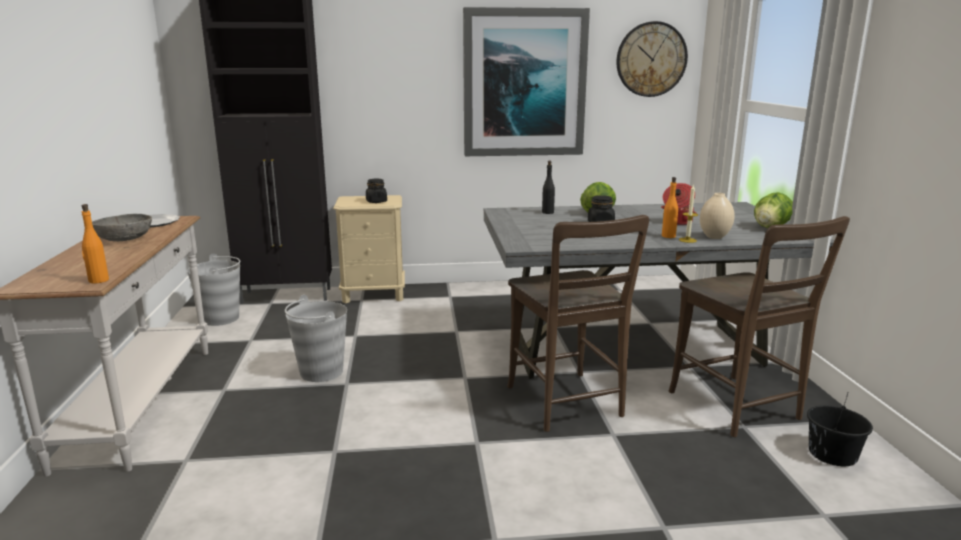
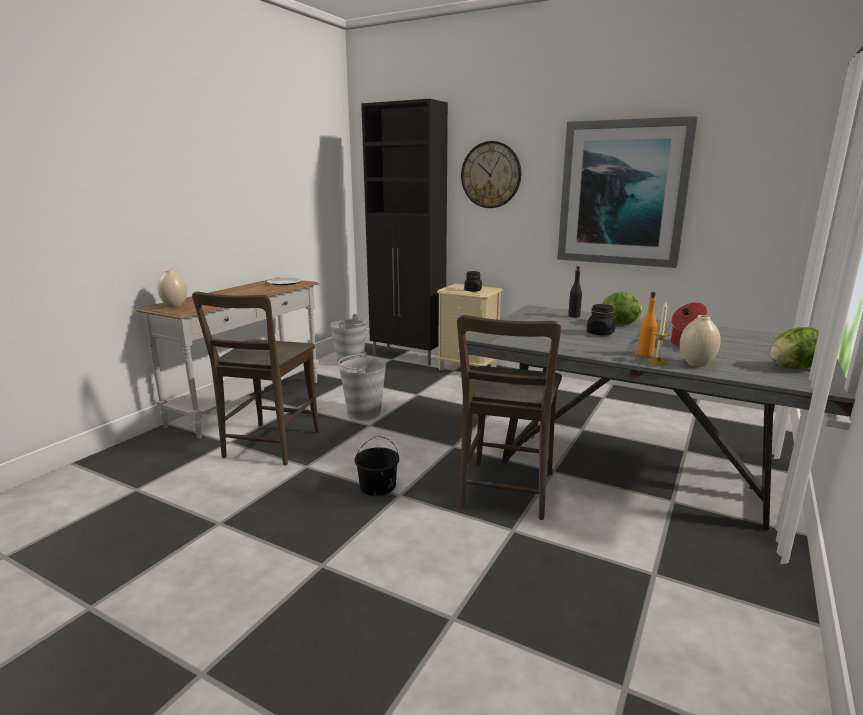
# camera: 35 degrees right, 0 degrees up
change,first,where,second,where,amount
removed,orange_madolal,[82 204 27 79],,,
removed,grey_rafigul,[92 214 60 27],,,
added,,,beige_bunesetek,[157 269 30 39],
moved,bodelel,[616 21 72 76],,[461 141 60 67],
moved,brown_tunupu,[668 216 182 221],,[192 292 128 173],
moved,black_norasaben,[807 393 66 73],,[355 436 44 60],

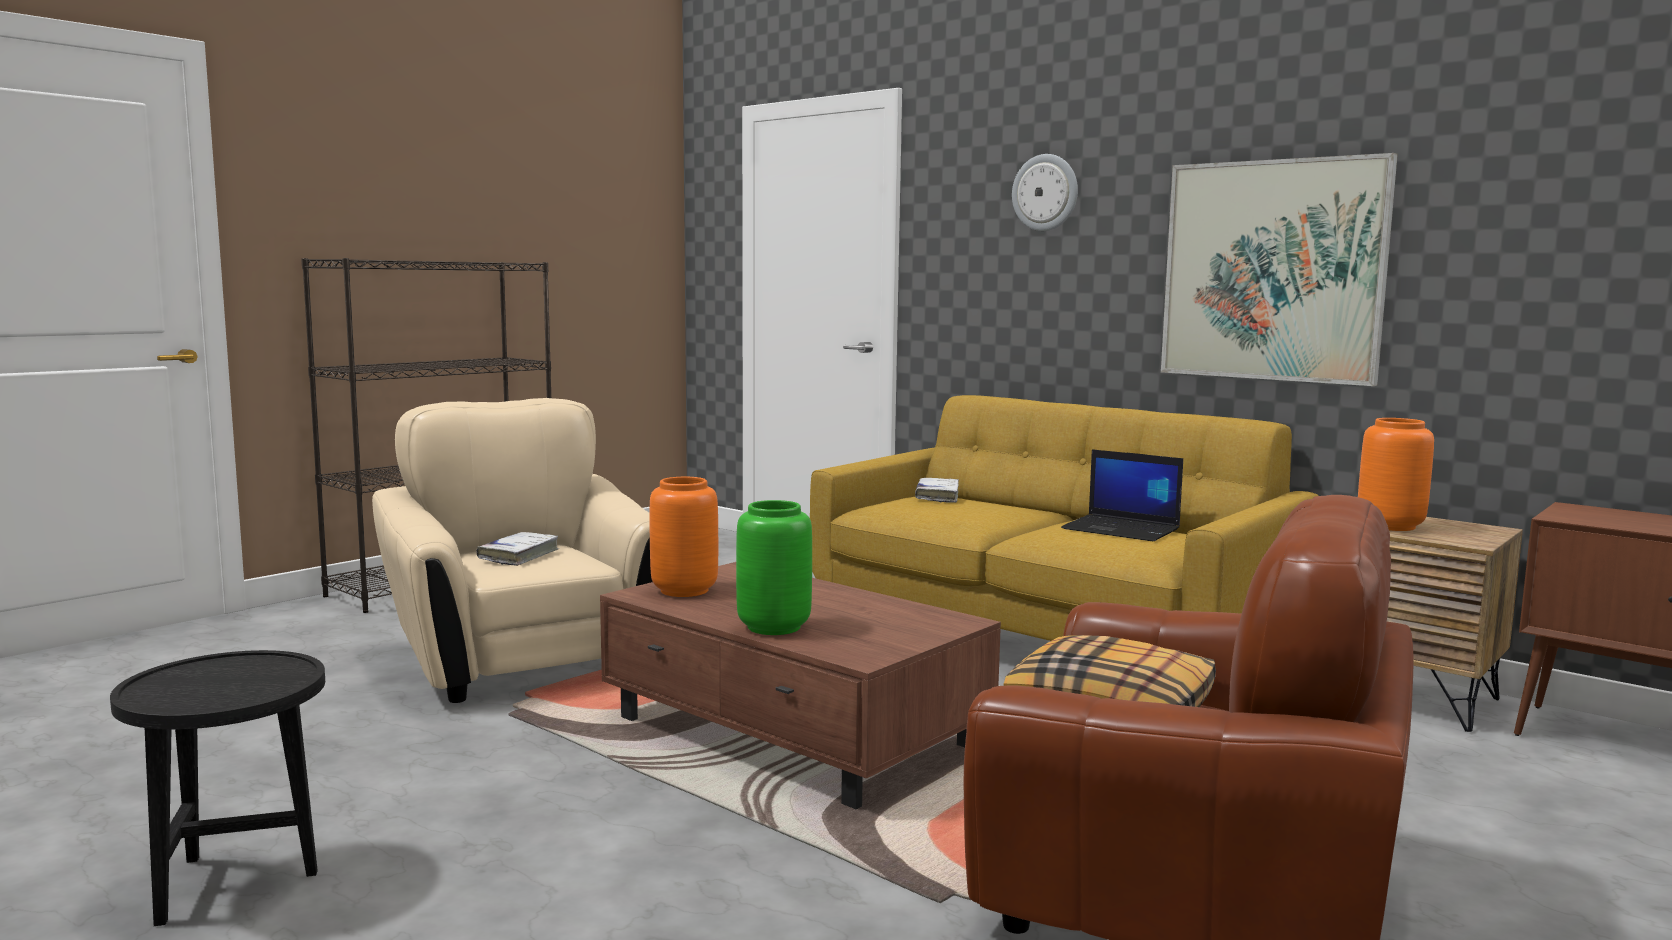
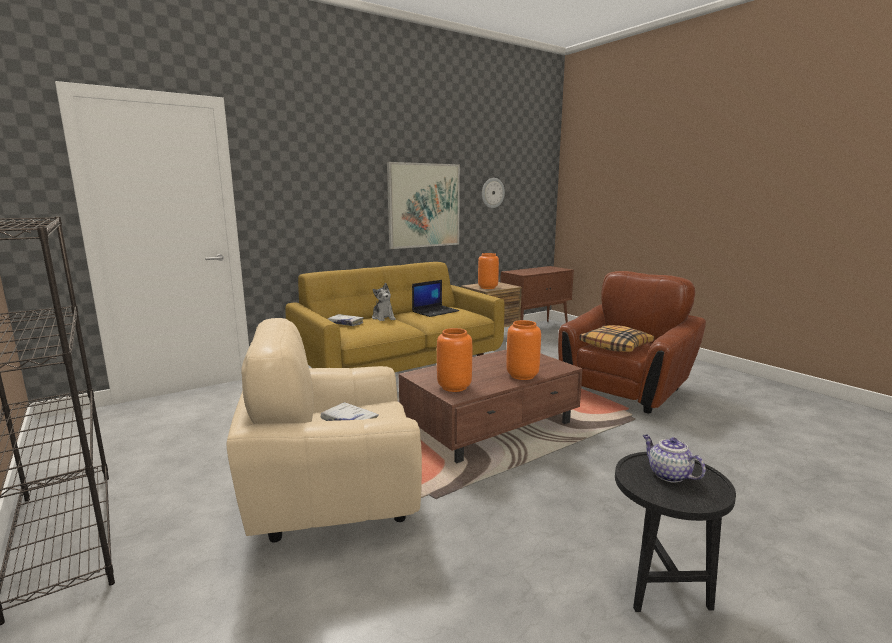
# camera: 75 degrees left, 5 degrees up
change,first,where,second,where,amount
added,,,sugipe,[372 283 24 38],
added,,,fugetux,[643 435 63 47],
moved,bodelel,[1012 154 66 77],,[482 178 23 30],
recoloured,green_bunesetek,[736 500 76 135],orange_bunesetek,[506 320 35 60],

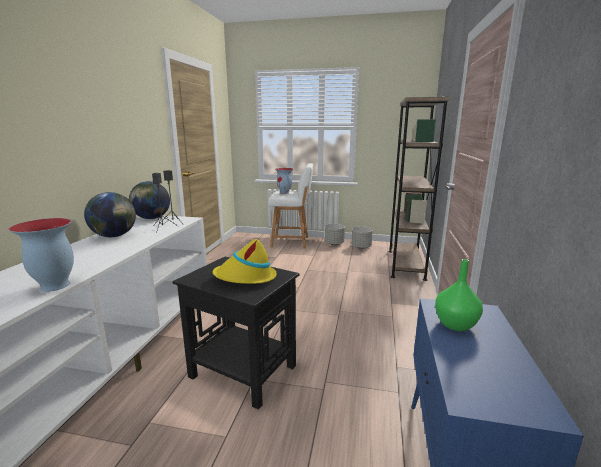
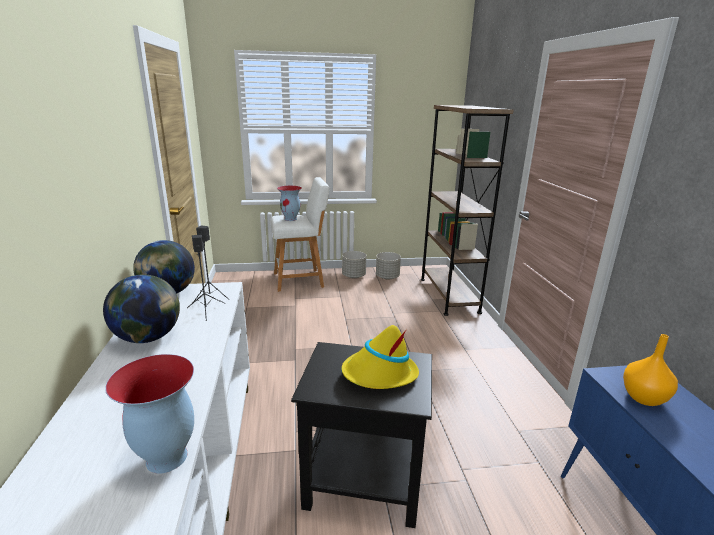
# camera: 20 degrees left, 5 degrees up
change,first,where,second,where,amount
recoloured,green_bunesetek,[435 259 48 72],orange_bunesetek,[623 334 55 72],

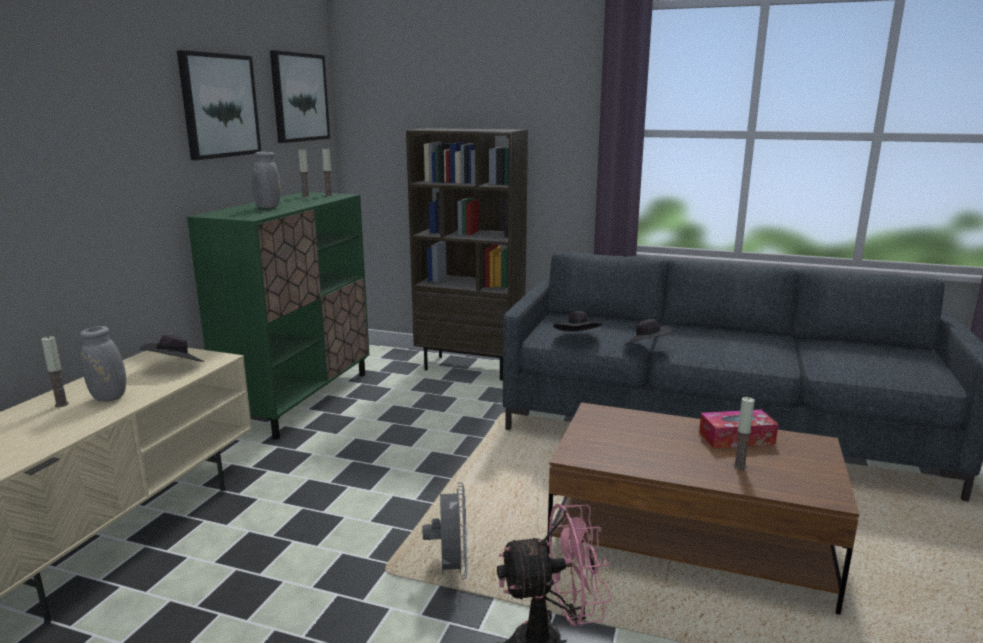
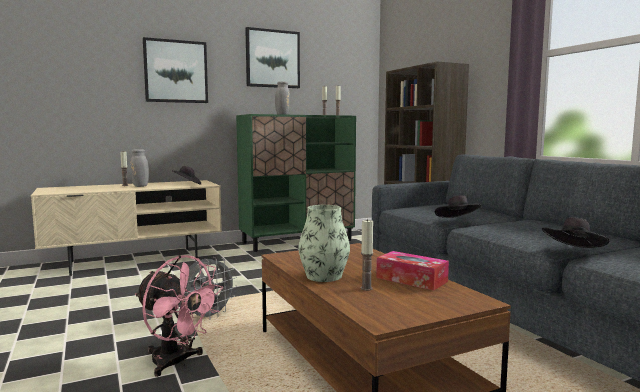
# camera: 45 degrees right, 10 degrees down
change,first,where,second,where,amount
added,,,bunesetek,[298 205 52 77],
moved,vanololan,[270 50 60 93],,[143 37 65 66],
moved,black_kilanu,[553 311 49 21],,[542 217 68 31],

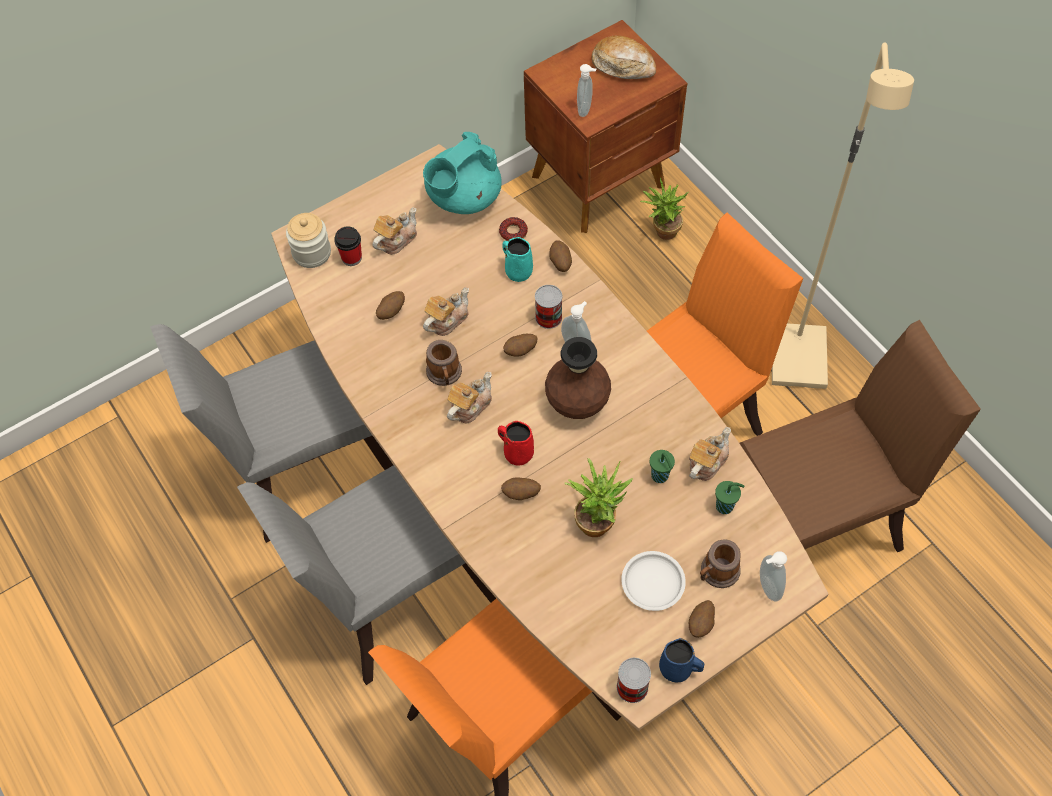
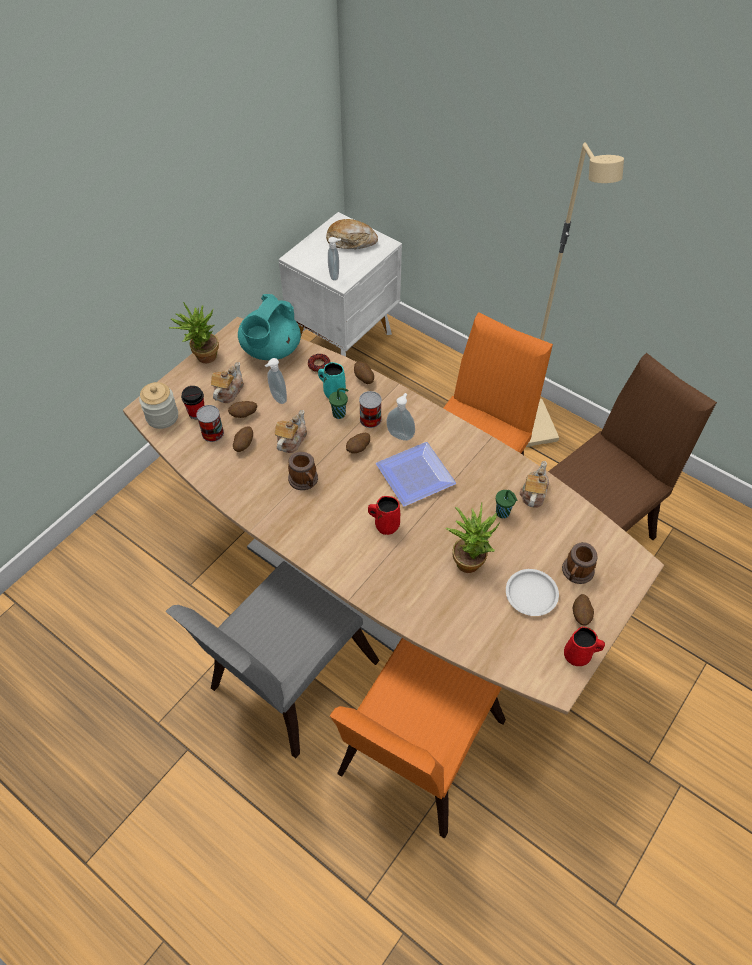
# camera: 20 degrees left, 5 degrees down
change,first,where,second,where,amount
removed,grey_tunupu,[150 324 243 219],,,
removed,fugetux,[447 372 45 51],,,
moved,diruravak,[501 477 40 23],,[228 401 29 17],
moved,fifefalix,[617 658 34 45],,[196 405 28 37],
moved,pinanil,[640 178 49 62],,[169 302 50 61],
moved,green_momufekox,[715 481 30 33],,[329 388 20 31],
moved,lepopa,[760 551 27 51],,[265 358 22 46],
replaced,brown_bunesetek,[545 337 66 82],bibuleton,[376 442 80 65],
recoloured,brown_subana,[524 20 163 213],white_subana,[279 212 123 145],
recoloured,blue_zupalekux,[659 638 45 44],red_zupalekux,[564 627 41 39],

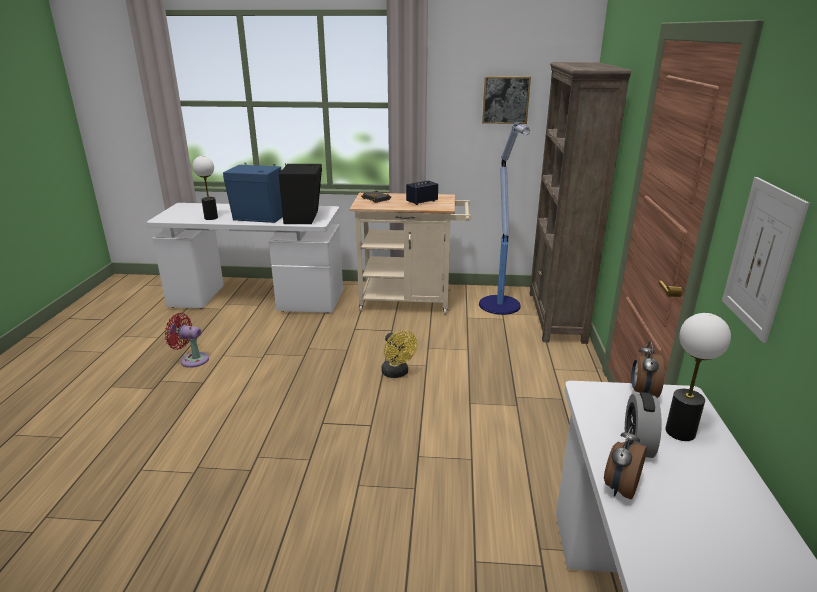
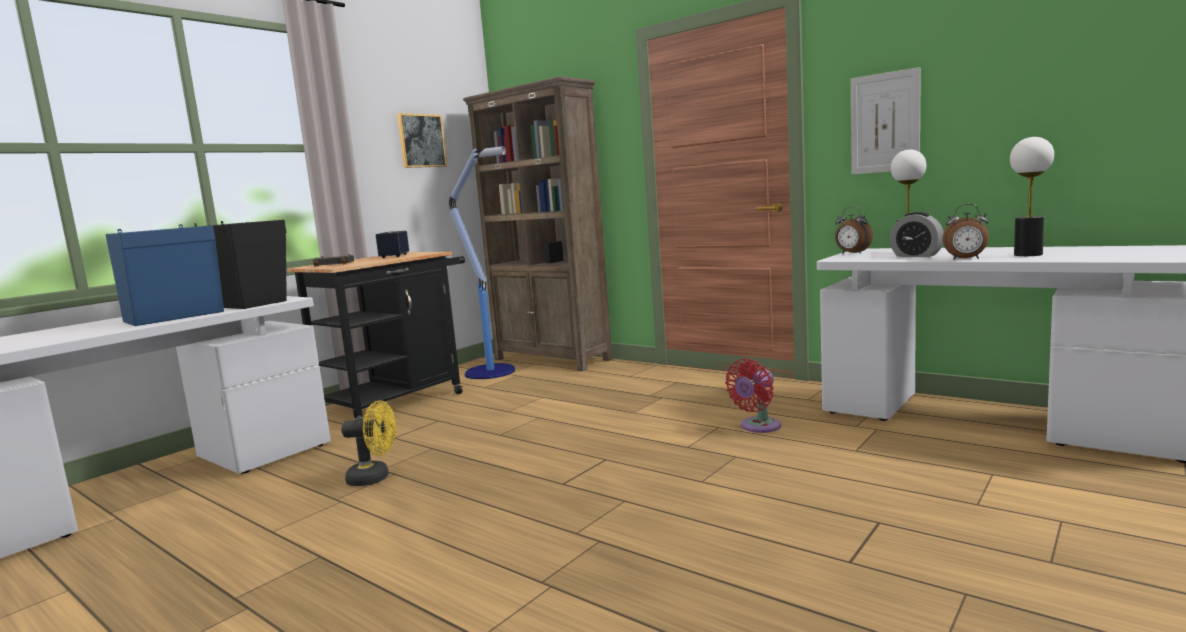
# camera: 55 degrees left, 15 degrees down
change,first,where,second,where,amount
moved,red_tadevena,[165 313 44 55],,[725 359 56 74],
moved,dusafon,[192 156 26 64],,[1010 137 44 119],
moved,yellow_tadevena,[381 331 36 47],,[341 400 55 86],
recoloured,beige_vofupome,[349 193 122 122],black_vofupome,[287 252 178 169],
turned,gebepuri,[604 426 43 74],,[943 204 46 56],45 degrees counterclockwise

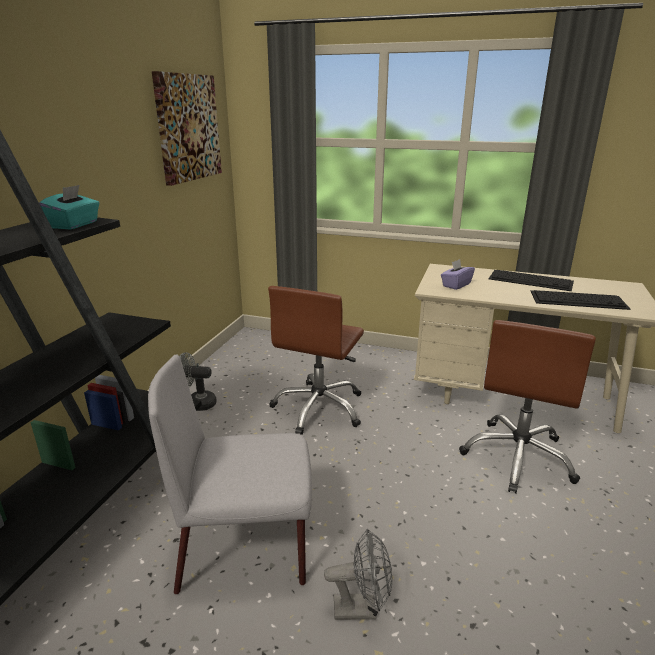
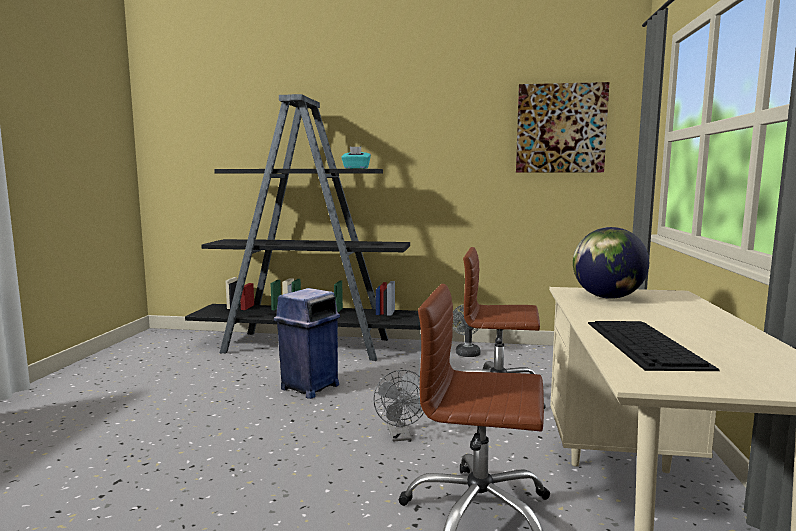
# camera: 80 degrees right, 15 degrees down
change,first,where,second,where,amount
removed,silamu,[488 270 86 21],,,
moved,grey_tadevena,[324 529 68 91],,[373 370 51 72],
replaced,grey_tunupu,[148 354 164 240],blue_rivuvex,[274 288 66 111],
replaced,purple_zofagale,[441 259 34 31],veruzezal,[573 227 76 72],

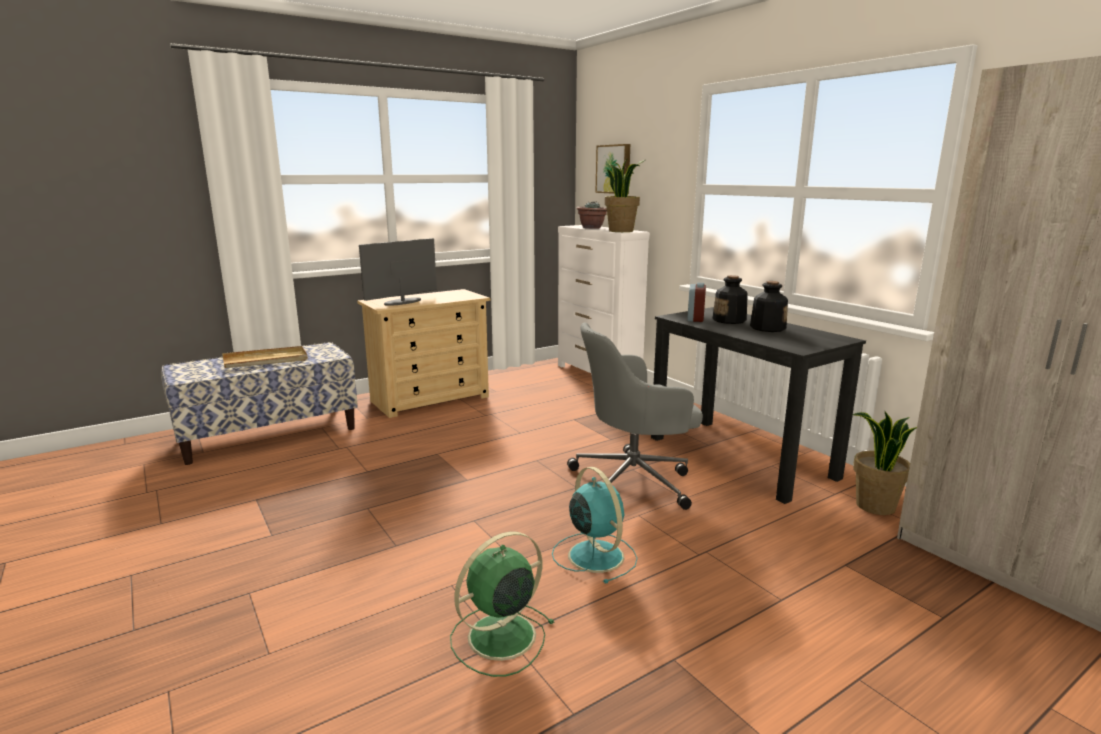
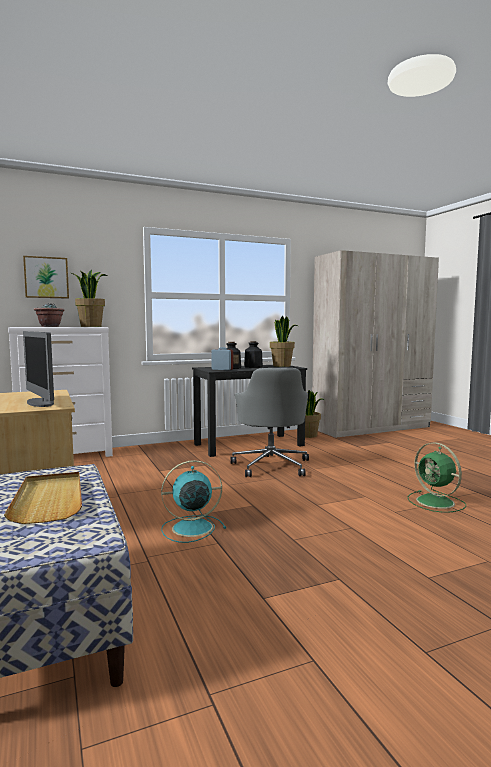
# camera: 80 degrees left, 10 degrees down
change,first,where,second,where,amount
added,,,pinanil,[270 316 28 51],
moved,turquoise_tadevena,[552 467 85 117],,[161 460 65 83],

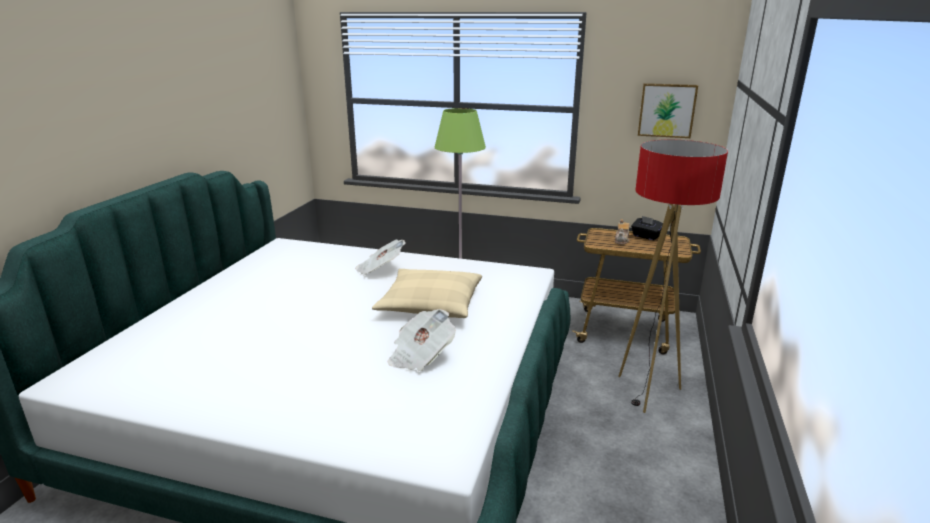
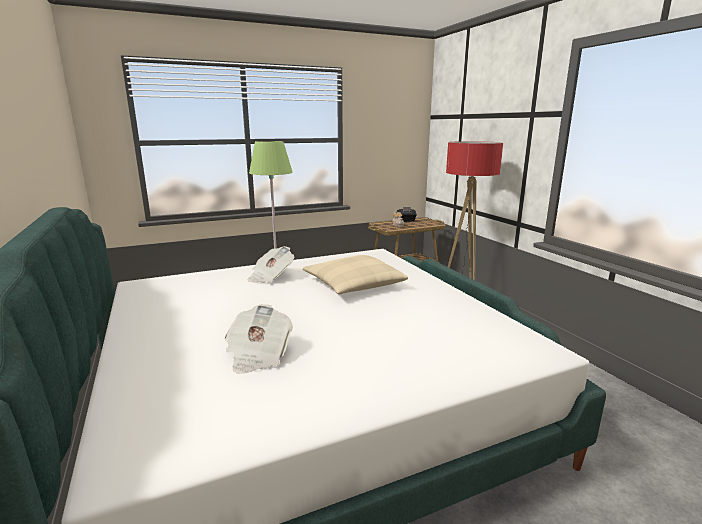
# camera: 40 degrees left, 5 degrees down
change,first,where,second,where,amount
removed,vanololan,[638 83 60 55],,,
moved,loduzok,[388 309 68 62],,[225 304 68 70],

